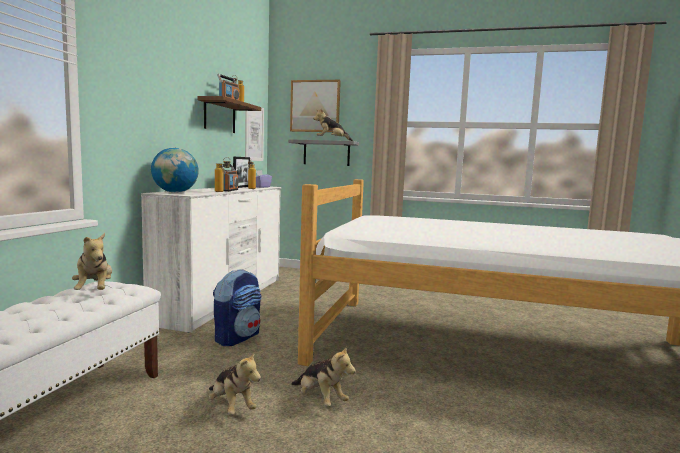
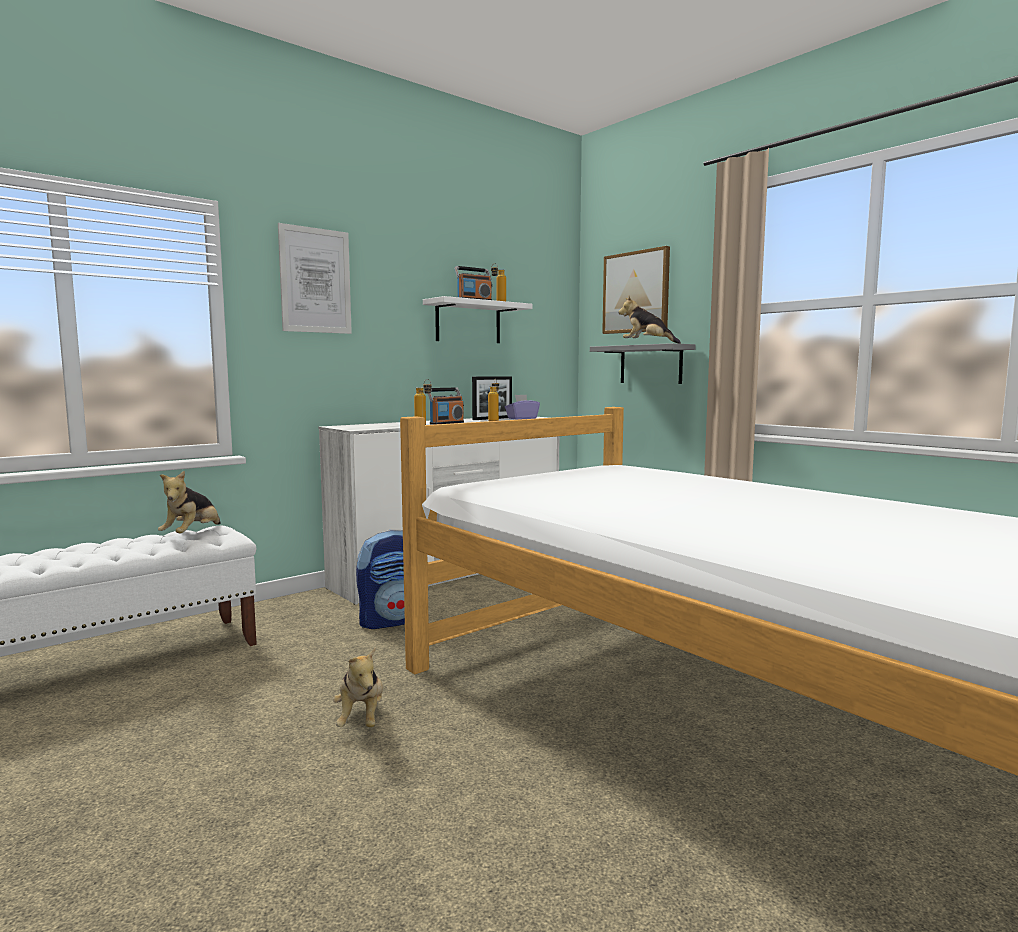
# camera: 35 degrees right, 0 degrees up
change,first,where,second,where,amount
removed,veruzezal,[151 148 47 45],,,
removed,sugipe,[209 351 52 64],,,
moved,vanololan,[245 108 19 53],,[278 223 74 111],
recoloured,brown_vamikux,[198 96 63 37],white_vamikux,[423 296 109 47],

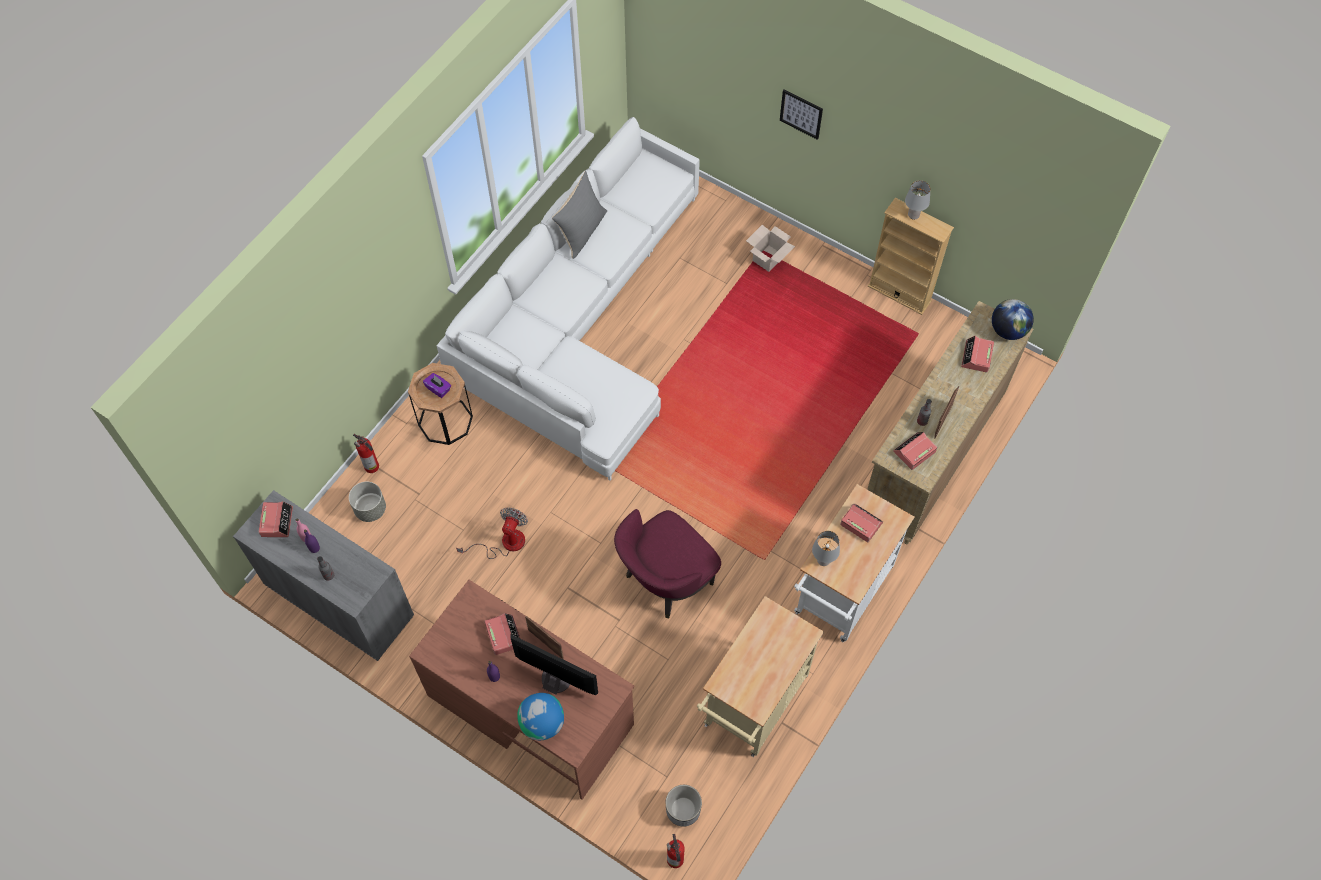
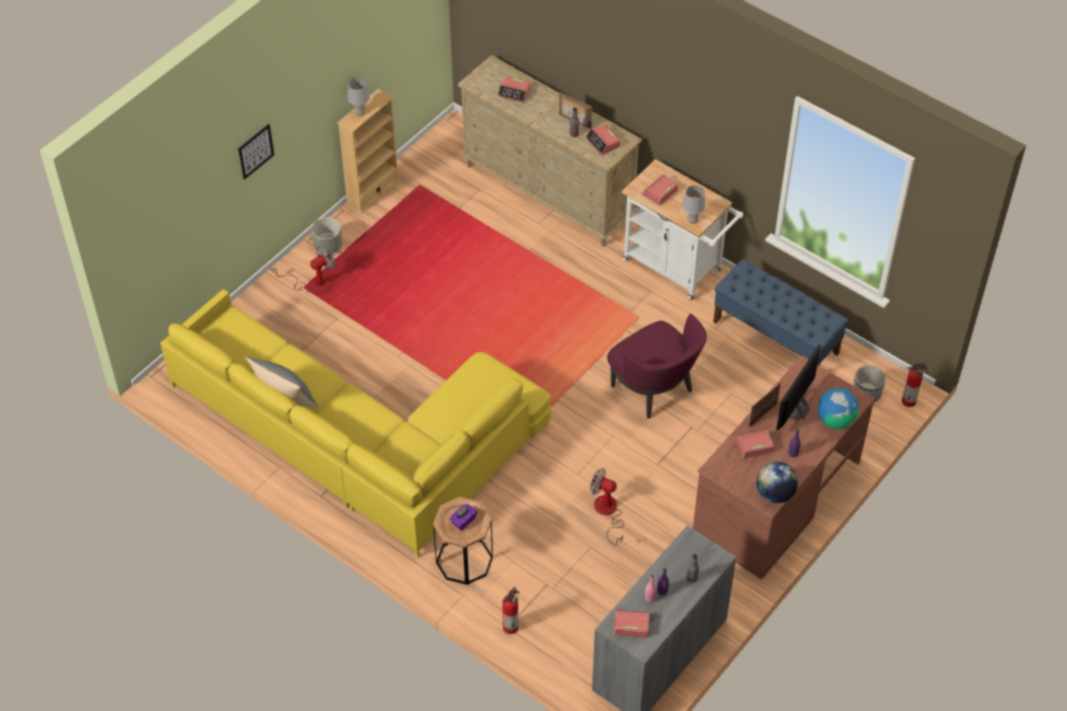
# camera: 85 degrees left, 10 degrees down
change,first,where,second,where,amount
moved,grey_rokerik,[349 481 37 41],,[311 217 31 37],
moved,veruzezal,[992 299 42 41],,[756 462 42 41],
replaced,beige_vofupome,[697 596 127 161],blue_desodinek,[713 259 136 107],
replaced,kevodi,[746 225 49 47],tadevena,[270 246 65 46],
recoloured,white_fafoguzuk,[437 117 263 364],yellow_fafoguzuk,[160 289 391 269],

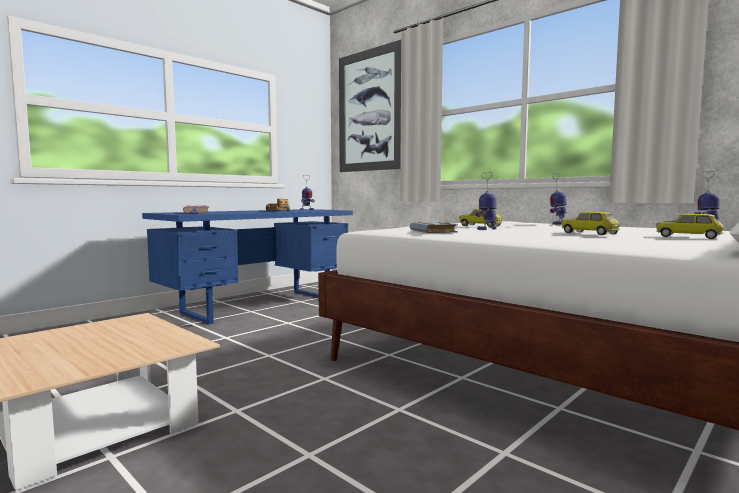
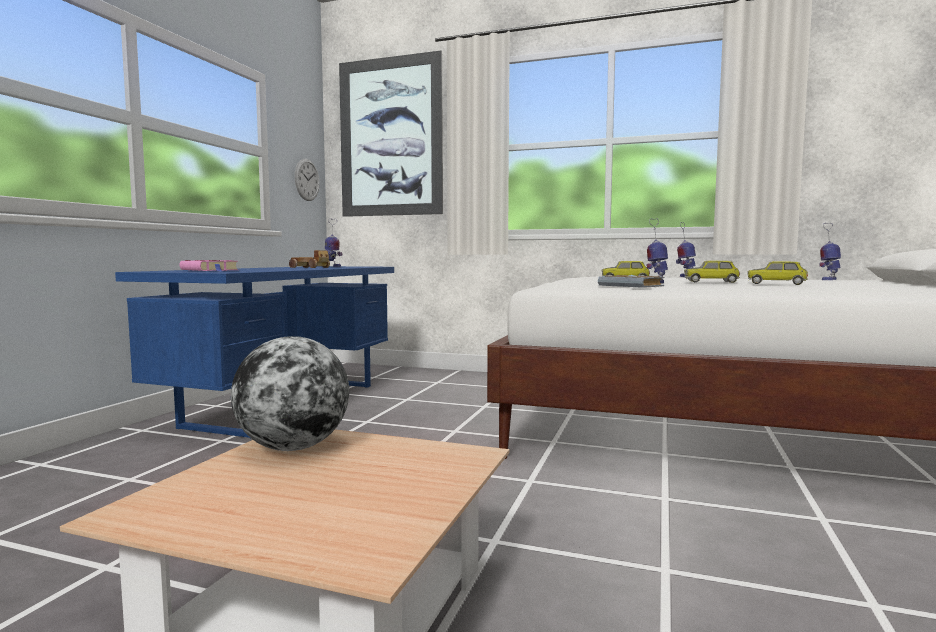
# camera: 25 degrees left, 0 degrees up
change,first,where,second,where,amount
added,,,veruzezal,[231 336 118 115],
added,,,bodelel,[295 159 25 42],
moved,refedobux,[656 214 67 25],,[684 261 56 22],

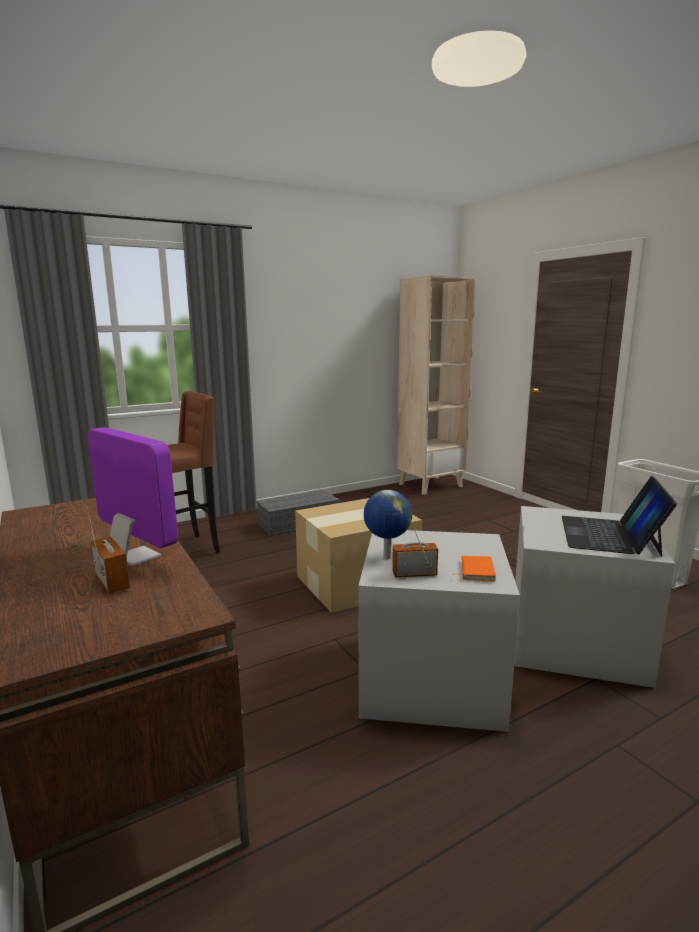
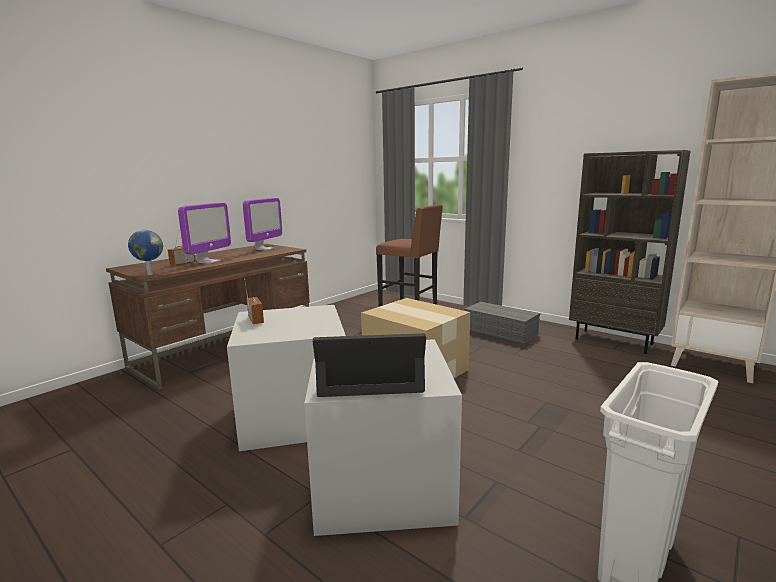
# camera: 70 degrees right, 0 degrees up
change,first,where,second,where,amount
removed,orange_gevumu,[461 556 35 26],,,
added,,,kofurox,[243 198 39 52],
added,,,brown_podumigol,[569 150 121 204],
moved,veruzezal,[364 490 48 69],,[128 230 35 45],

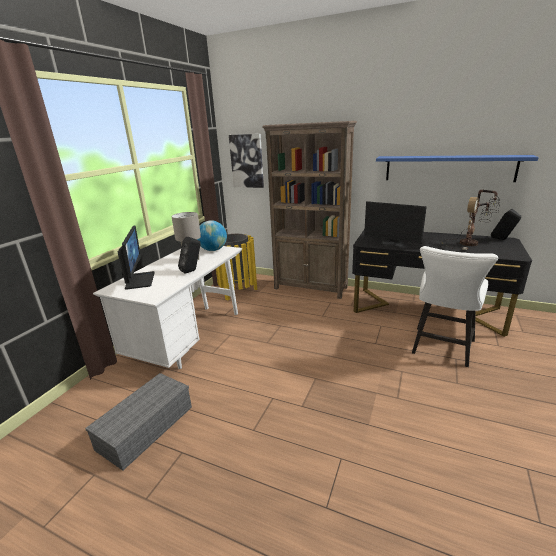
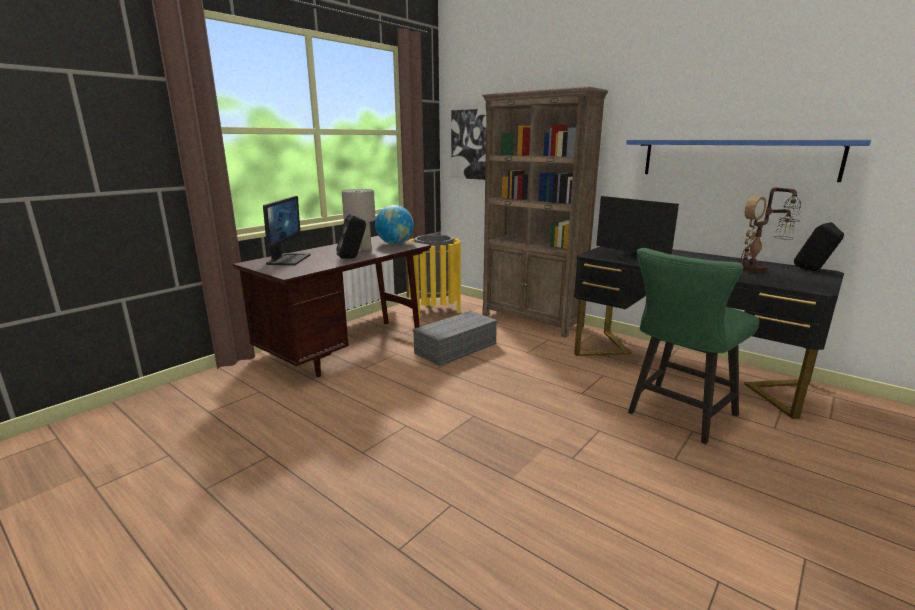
# camera: 15 degrees right, 5 degrees down
change,first,where,second,where,amount
moved,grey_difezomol,[85 373 107 98],,[413 311 85 55],
recoloured,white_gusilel,[93 246 149 123],brown_gusilel,[232 236 199 141],
recoloured,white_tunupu,[412 246 86 121],green_tunupu,[628 248 131 196],

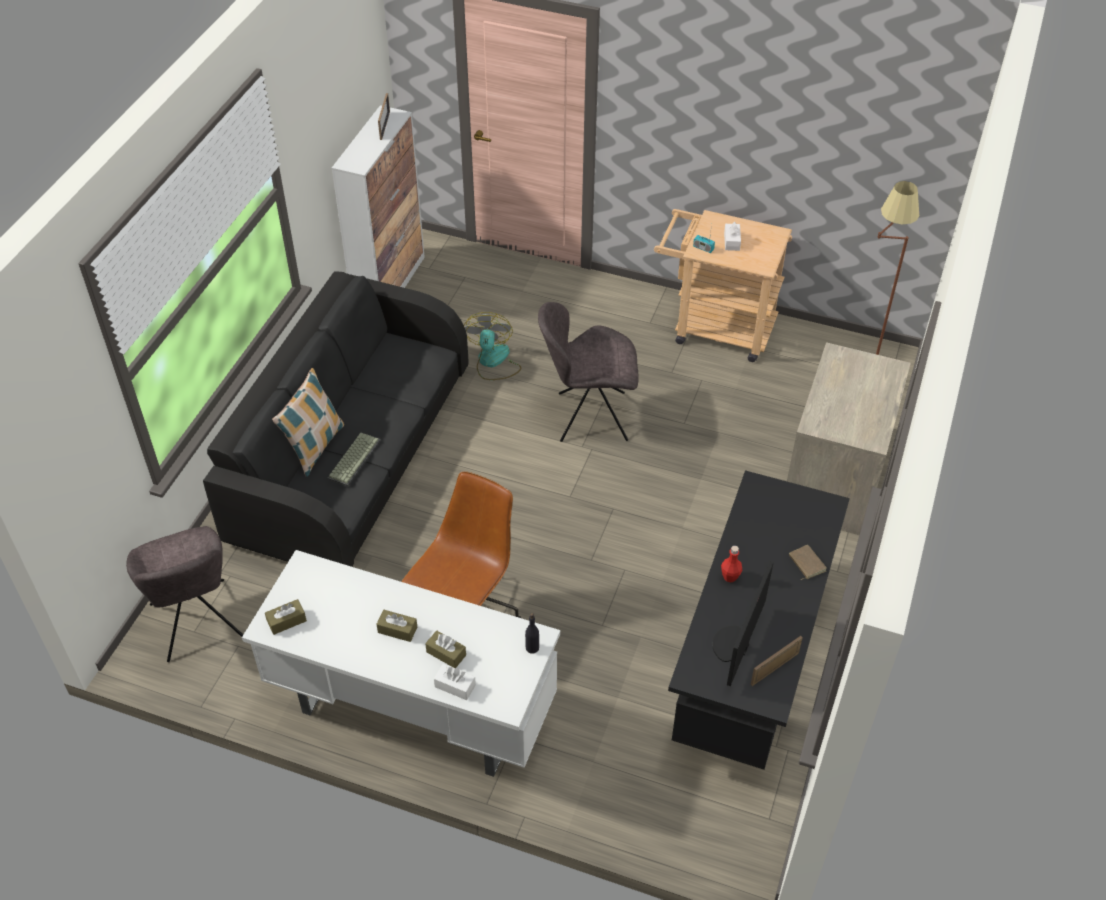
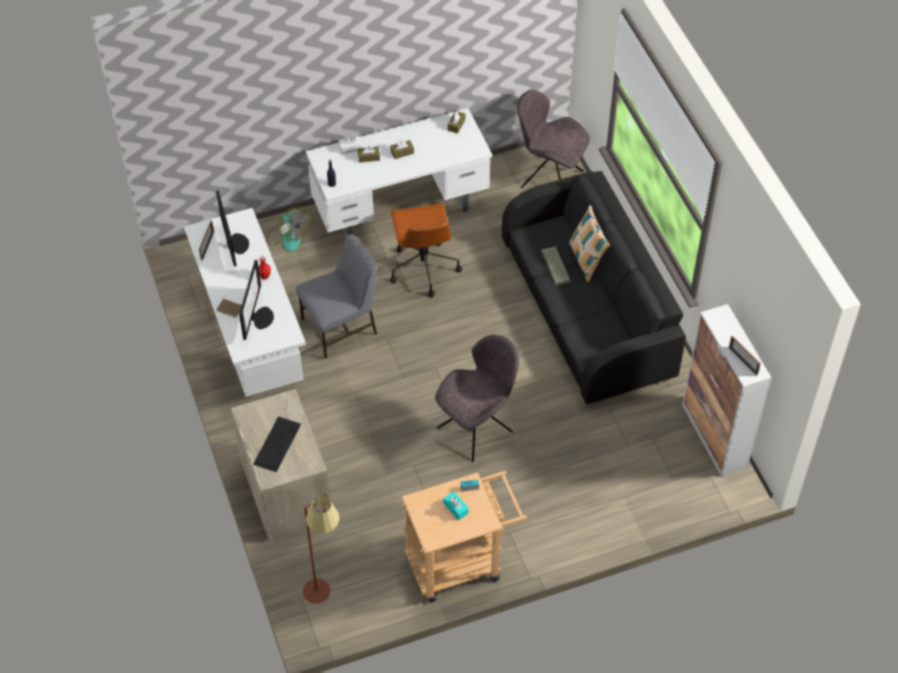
# camera: 140 degrees right, 5 degrees up
change,first,where,second,where,amount
added,,,kofurox,[239 260 35 80],
added,,,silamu,[253 416 48 56],
added,,,grey_tunupu,[296 234 81 124],
moved,tadevena,[464 312 57 68],,[266 206 45 46],
recoloured,black_gusilel,[668 470 182 300],white_gusilel,[184 208 122 189],
recoloured,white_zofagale,[724 221 17 30],turquoise_zofagale,[444 491 25 29],

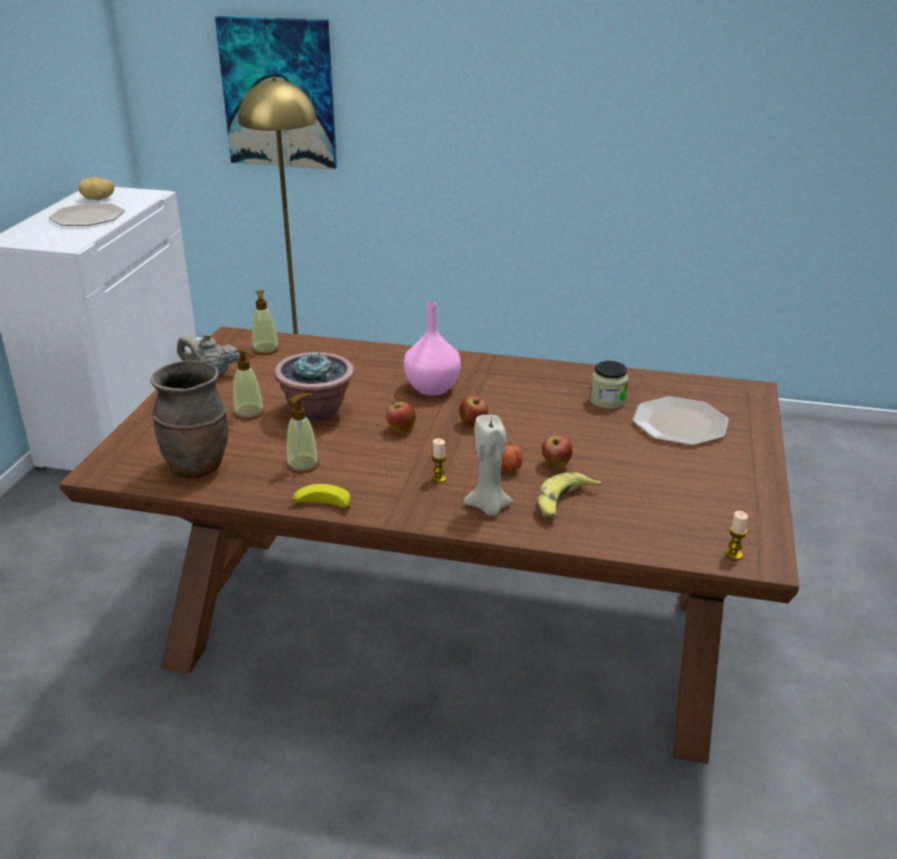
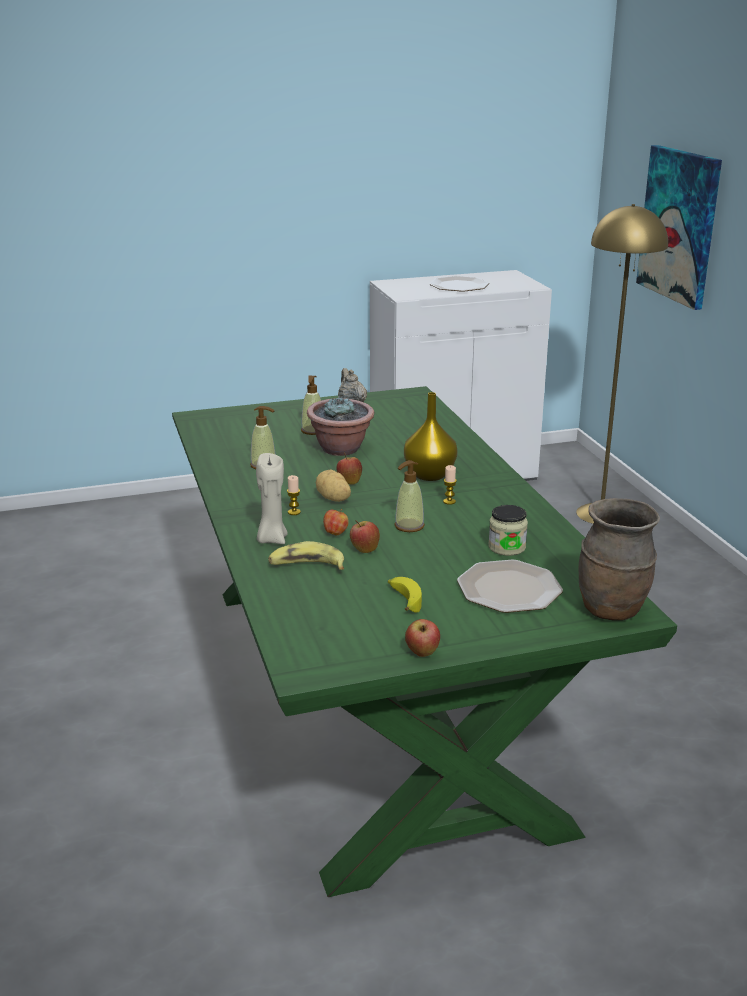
# camera: 60 degrees right, 5 degrees down
change,first,where,second,where,amount
moved,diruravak,[78 177 37 23],,[316 470 35 32],
moved,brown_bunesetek,[150 360 78 118],,[579 498 81 122],
moved,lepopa,[252 290 27 65],,[394 460 31 72],
moved,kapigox,[291 484 60 25],,[388 577 34 36],
moved,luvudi,[459 396 29 31],,[405 619 35 38],
moved,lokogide,[726 511 22 49],,[443 465 14 40],
recoloured,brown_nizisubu,[59 327 740 437],green_nizisubu,[172 386 505 511],
recoloured,pink_bunesetek,[404 302 57 94],yellow_bunesetek,[404 392 54 89],

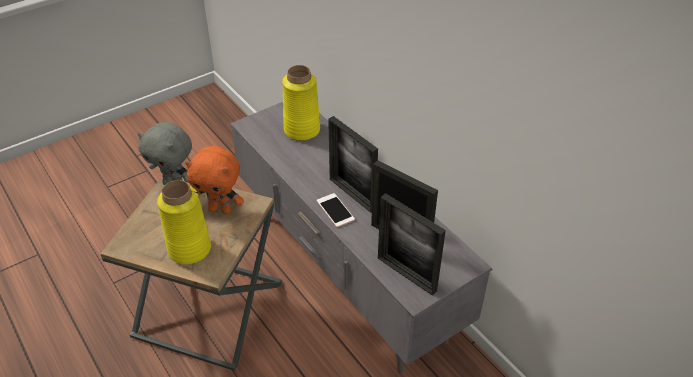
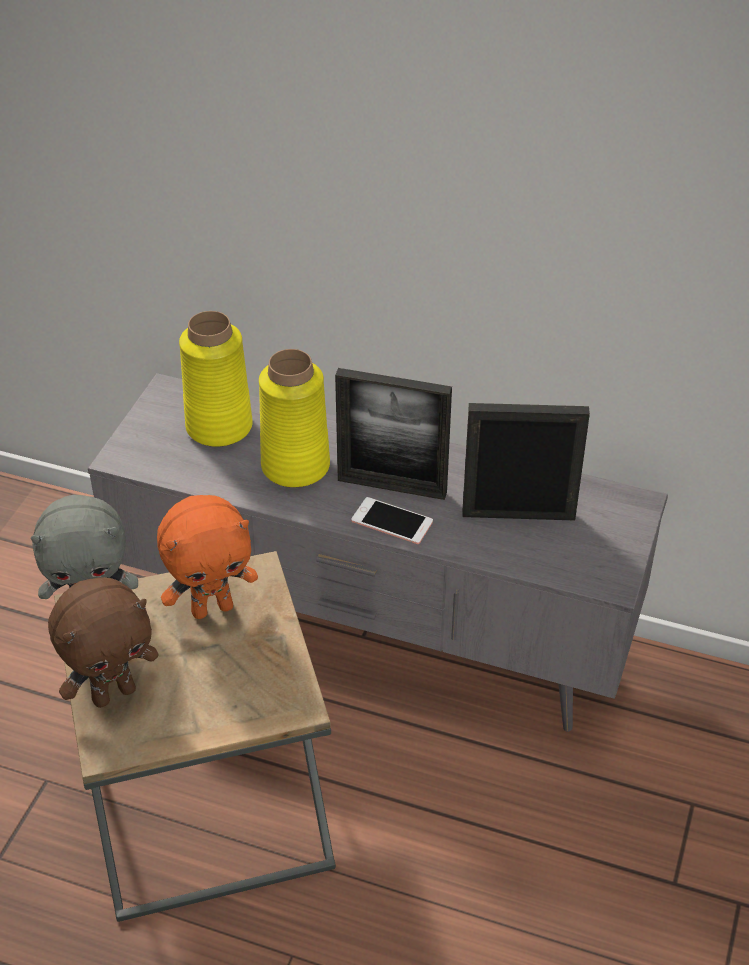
# camera: 35 degrees left, 0 degrees up
change,first,where,second,where,amount
removed,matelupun,[378 193 68 103],,,
added,,,brown_sugipe,[48 577 110 131],
moved,yellow_bunesetek,[157 180 54 84],,[259 349 71 139],

